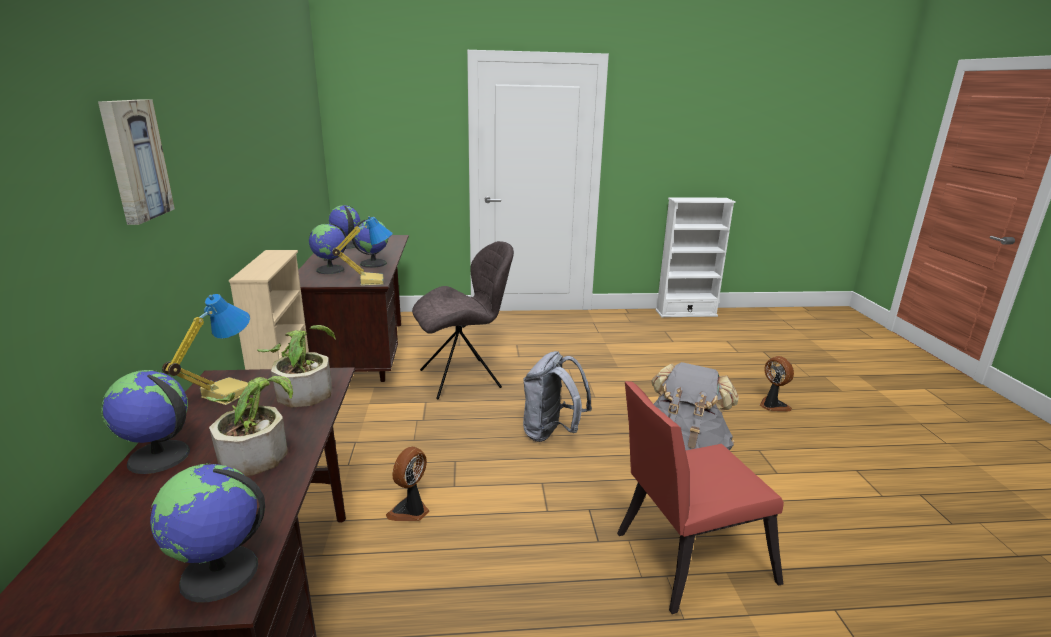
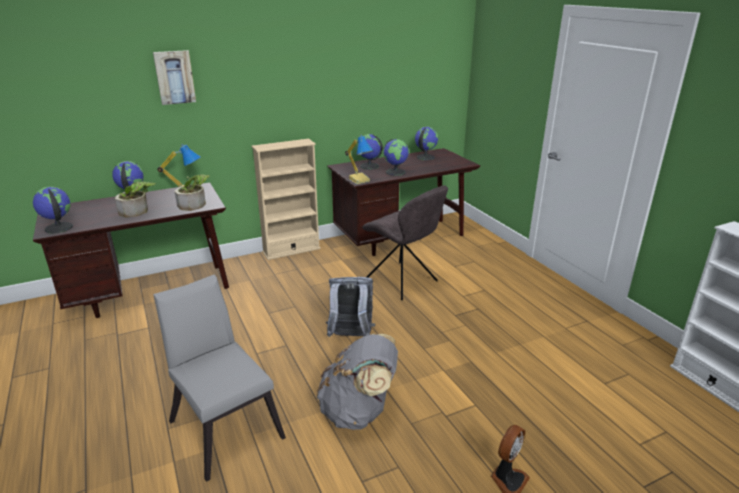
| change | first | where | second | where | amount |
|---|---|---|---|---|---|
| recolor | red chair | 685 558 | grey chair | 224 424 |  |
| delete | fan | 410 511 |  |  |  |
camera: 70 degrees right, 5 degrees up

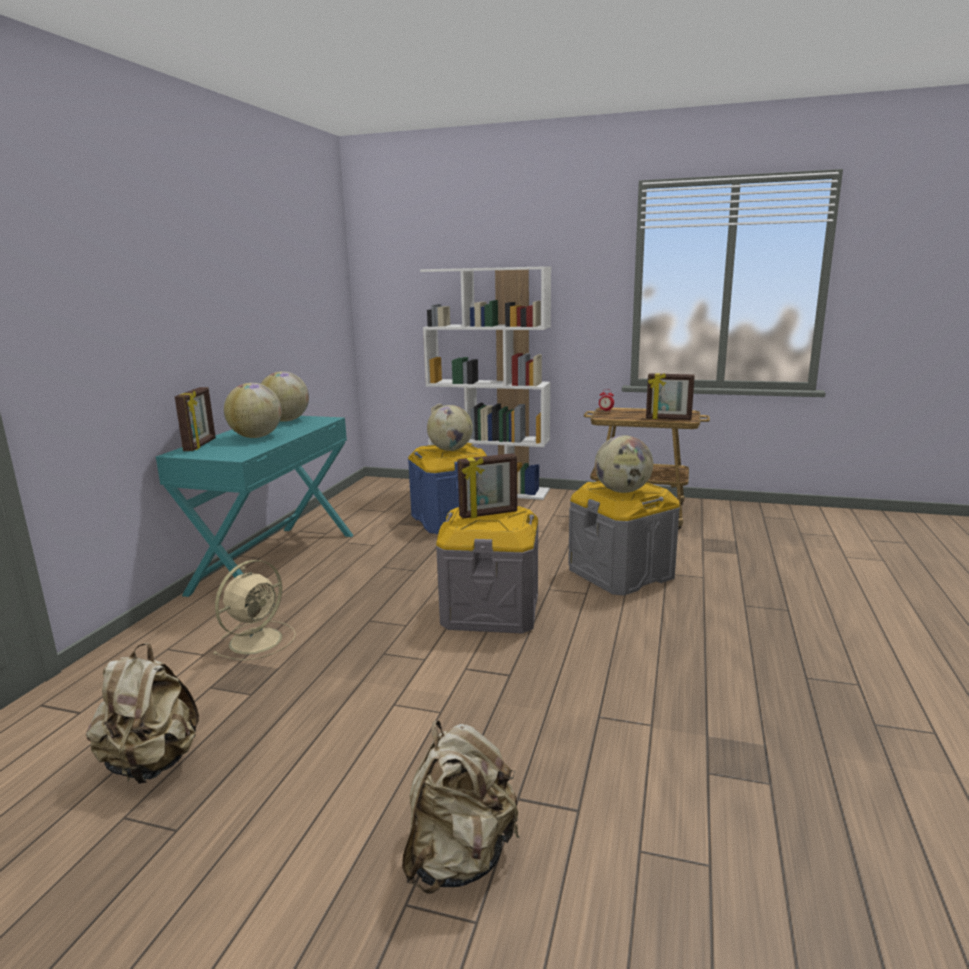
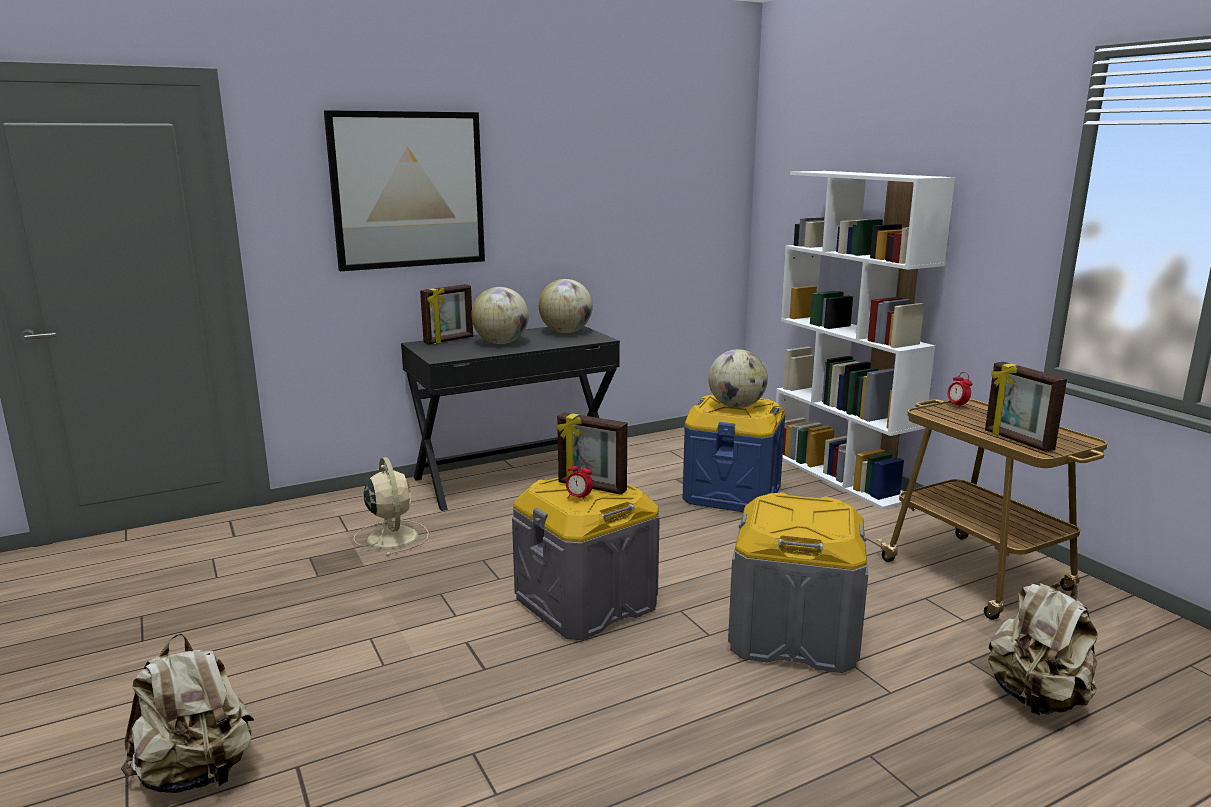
| change | first | where | second | where | amount |
|---|---|---|---|---|---|
| recolor | turquoise desk | 274 562 | black desk | 515 476 |  |
| delete | globe | 622 491 |  |  |  |
| rotate | beige fan | 257 640 |  | 392 536 | 105 degrees counterclockwise |
| move | beige backpack | 152 763 |  | 1037 699 |  |
| insert |  |  | picture | 408 190 |  |
| insert |  |  | alarm clock | 578 498 |  |
camera: 45 degrees right, 0 degrees up

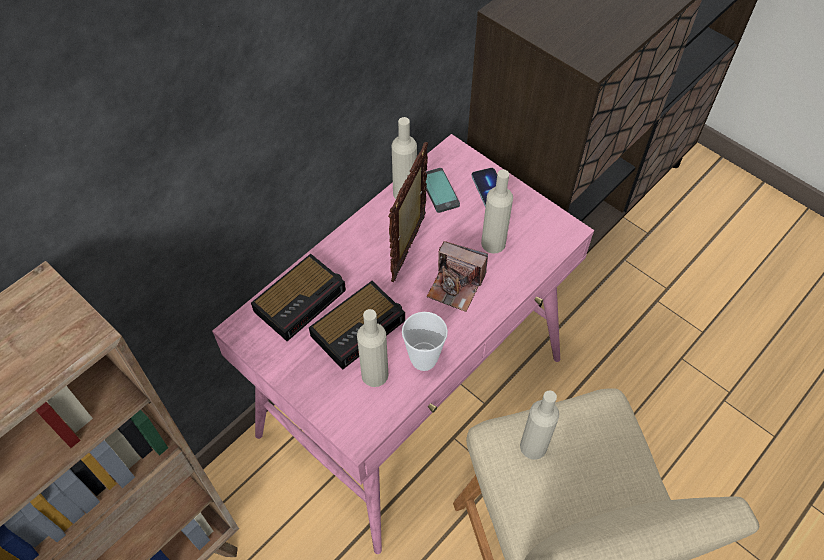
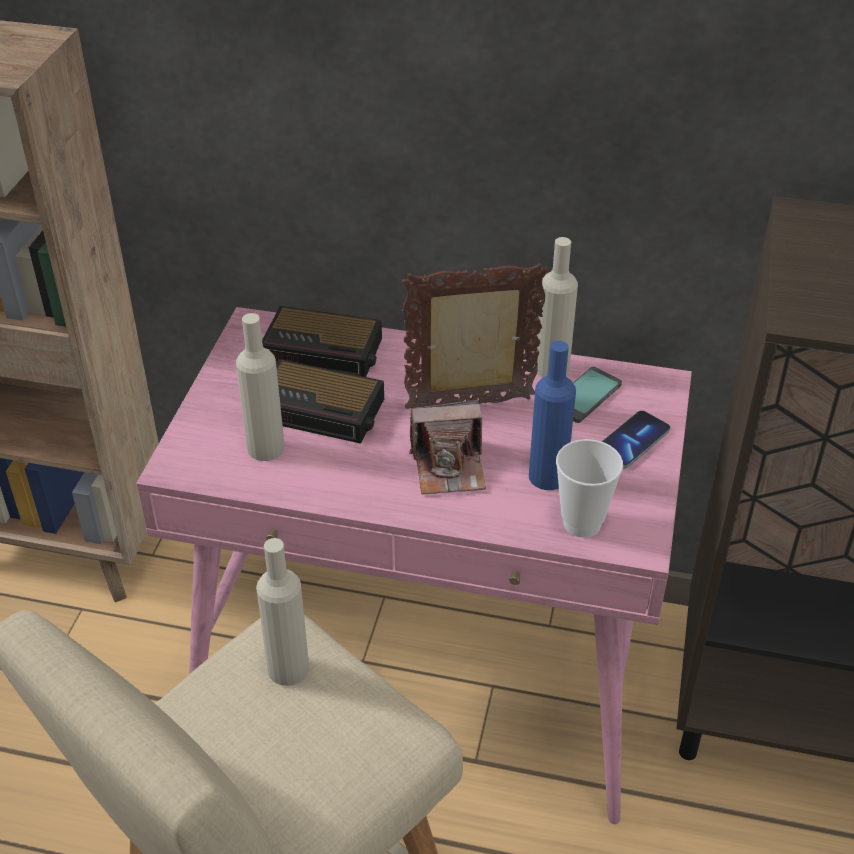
| change | first | where | second | where | amount |
|---|---|---|---|---|---|
| recolor | beige bottle | 493 243 | blue bottle | 547 476 |  |
| rotate | photo camera | 456 286 |  | 449 467 | 90 degrees counterclockwise |
| move | cup | 423 359 |  | 582 523 |  |
camera: 60 degrees right, 15 degrees down

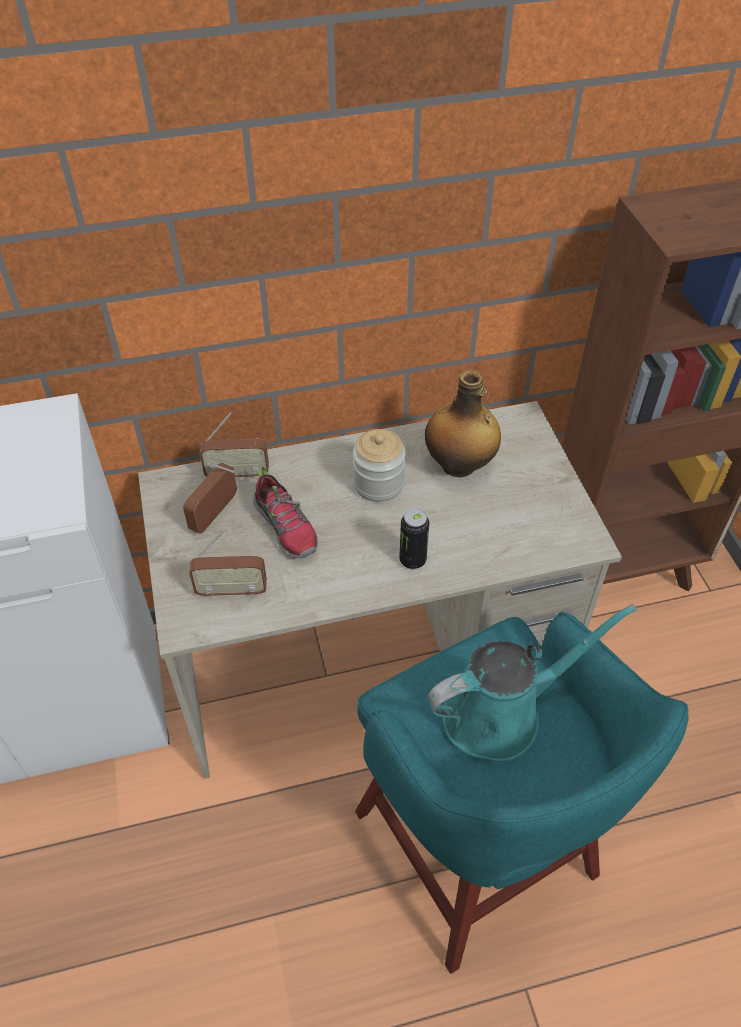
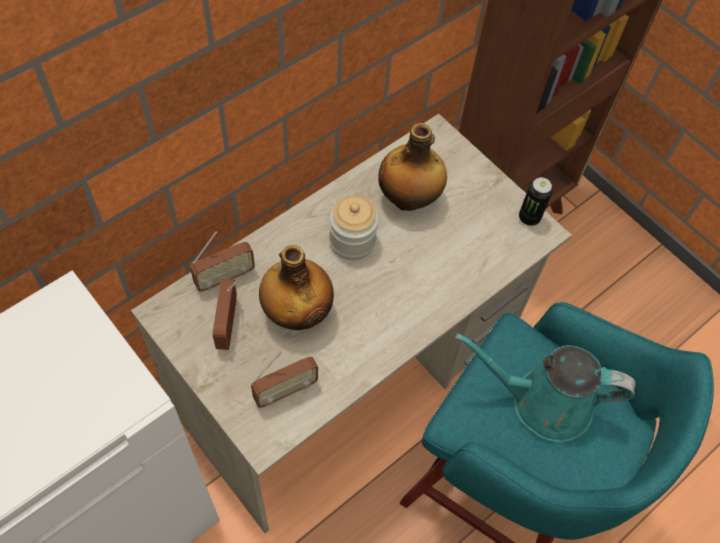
| change | first | where | second | where | amount |
|---|---|---|---|---|---|
| replace | shoe | 286 527 | bottle | 297 312 |  |
| move | can | 412 560 |  | 529 218 |  |
| rotate | turquoise watering can | 501 713 |  | 543 402 | 120 degrees counterclockwise |
camera: 30 degrees left, 10 degrees up

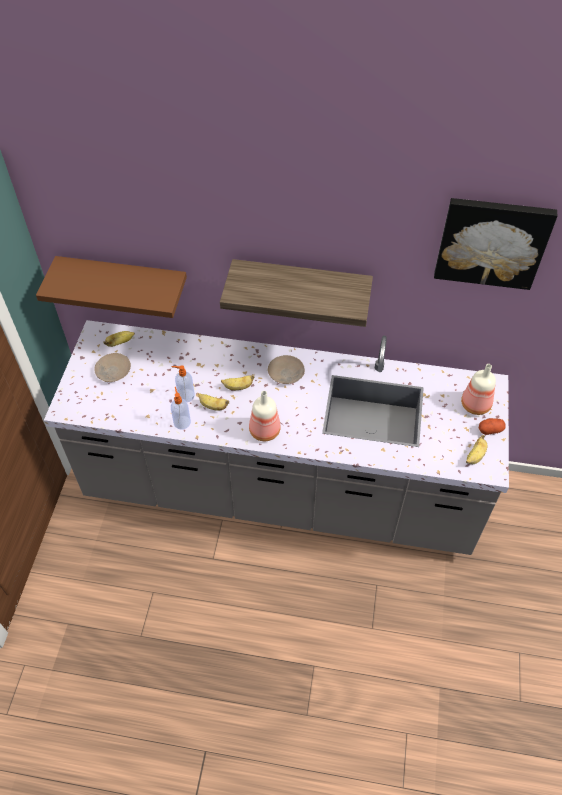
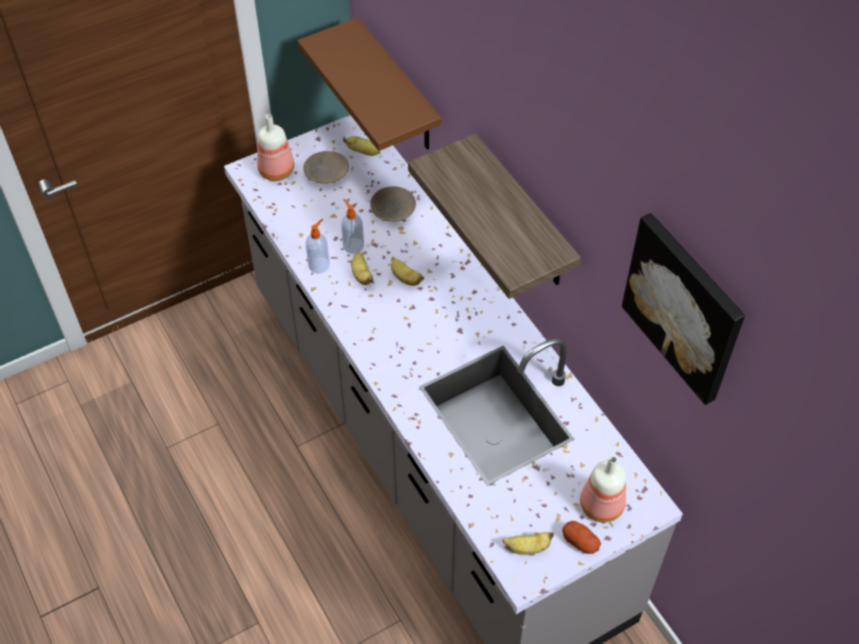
| change | first | where | second | where | amount |
|---|---|---|---|---|---|
| move | beige plate | 286 373 |  | 393 209 |  |
| move | bottle | 263 431 |  | 275 170 |  |
camera: 50 degrees right, 0 degrees up

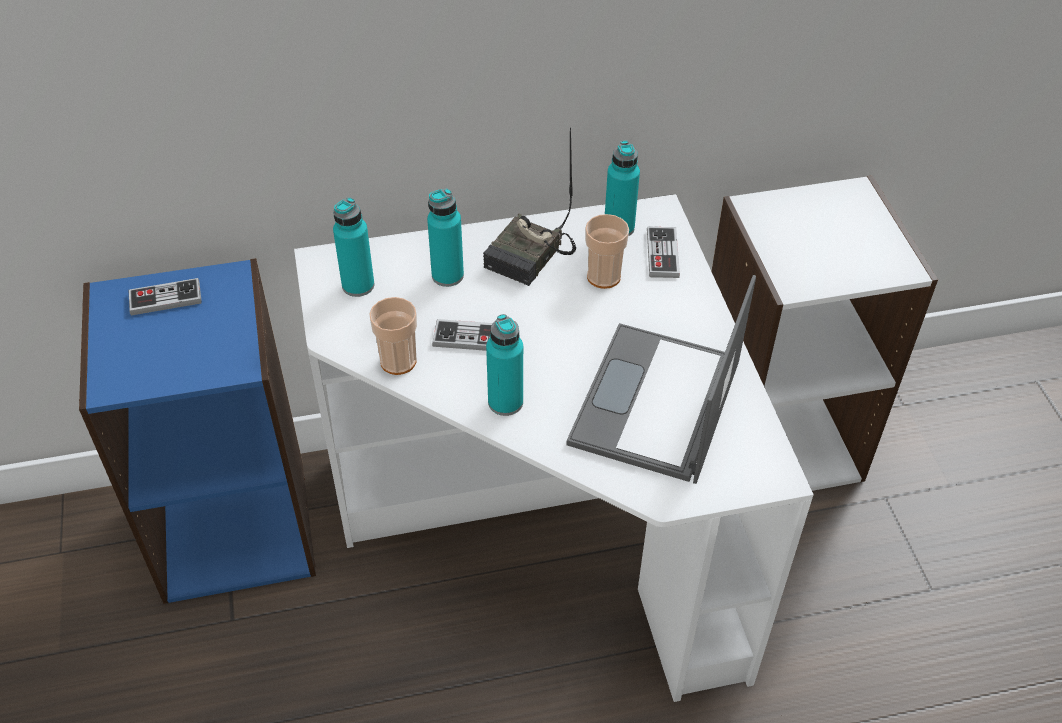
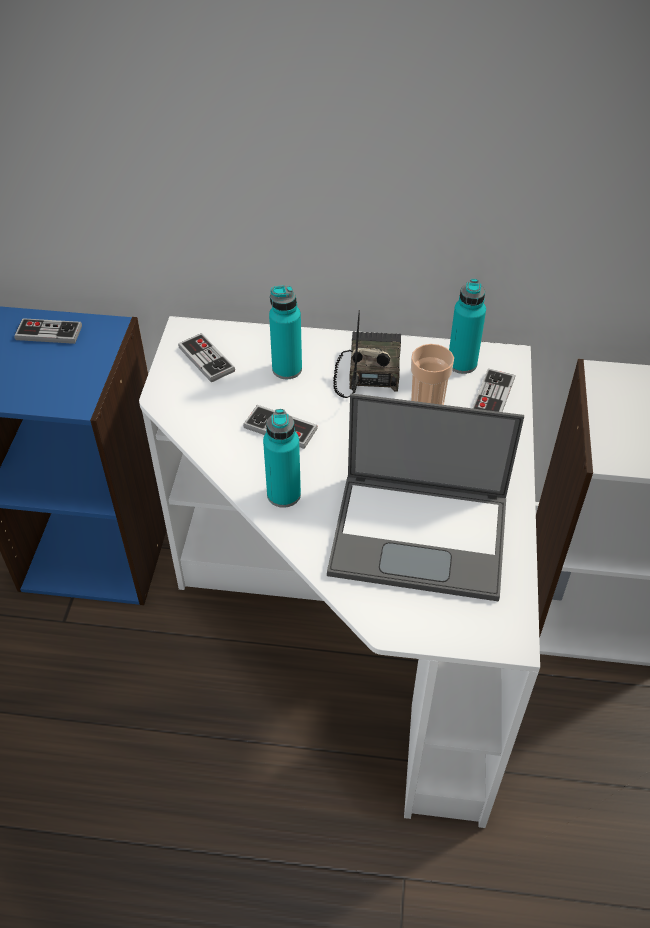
| change | first | where | second | where | amount |
|---|---|---|---|---|---|
| rotate | radio | 530 258 |  | 368 371 | 135 degrees clockwise |
| replace | turquoise bottle | 358 285 | game controller | 206 359 |  |
| rotate | laptop | 656 404 |  | 422 535 | 120 degrees counterclockwise |
| delete | cup | 398 361 |  |  |  |
camera: 20 degrees right, 0 degrees up

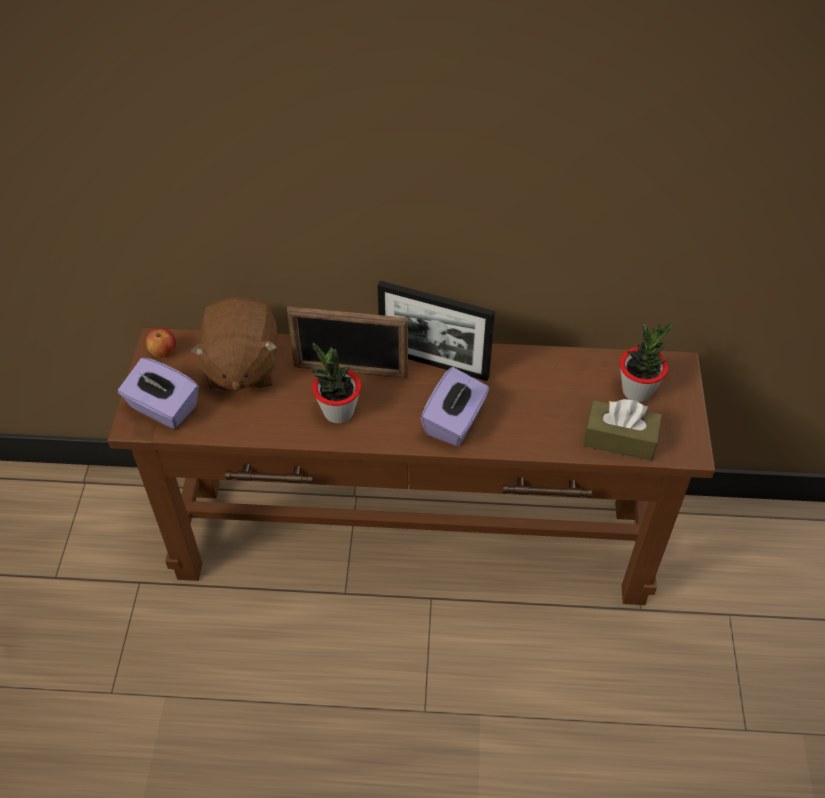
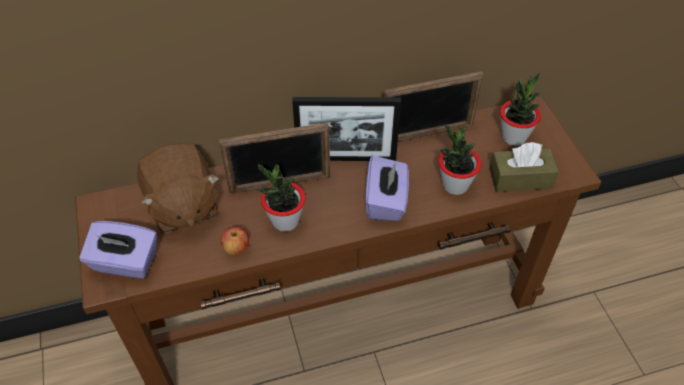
| change | first | where | second | where | amount |
|---|---|---|---|---|---|
| move | apple | 163 352 |  | 236 248 |  |
| insert |  |  | picture frame | 427 134 |  |
| insert |  |  | potted plant | 455 185 |  |
camera: 20 degrees left, 0 degrees up

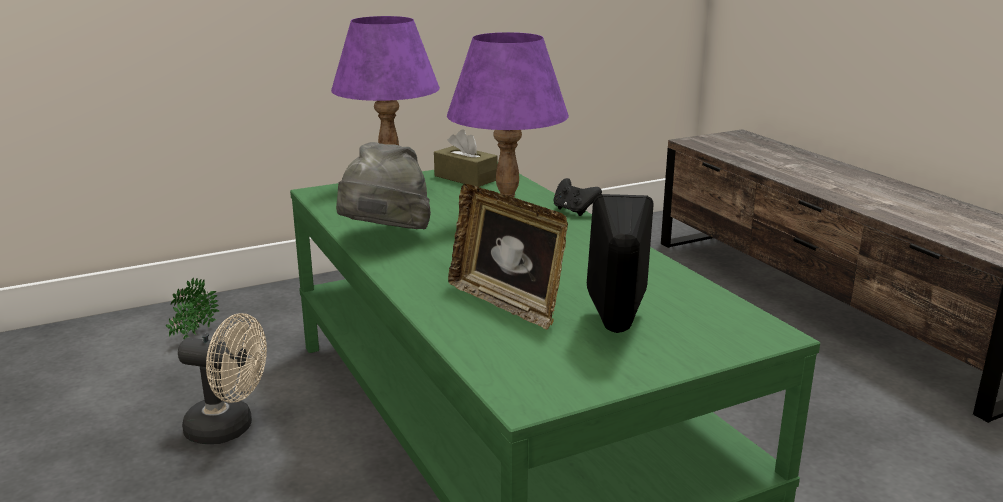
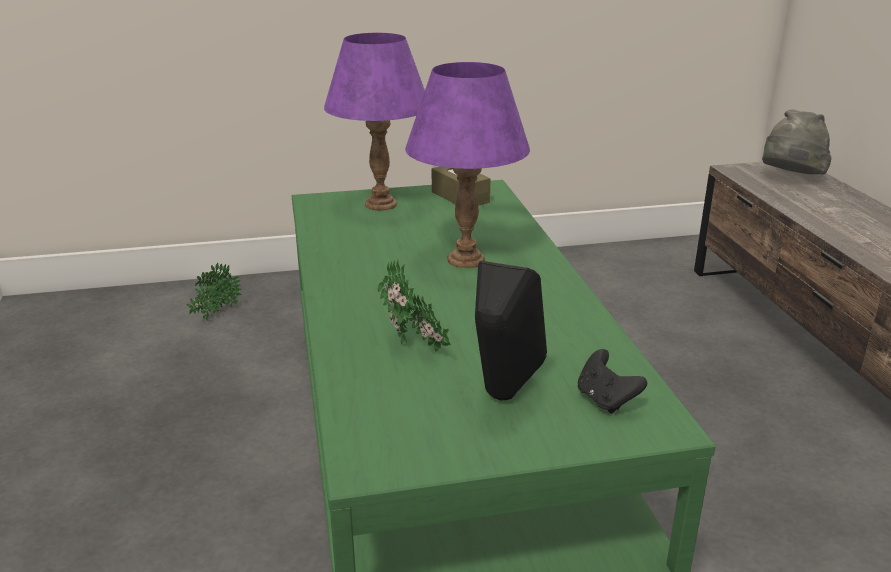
| change | first | where | second | where | amount |
|---|---|---|---|---|---|
| move | grey hat | 384 238 |  | 790 178 |  |
| move | black game controller | 574 211 |  | 606 400 |  |
| replace | picture frame | 507 303 | potted plant | 413 348 |  |
| delete | beige fan | 229 429 |  |  |  |
camera: 15 degrees right, 5 degrees up

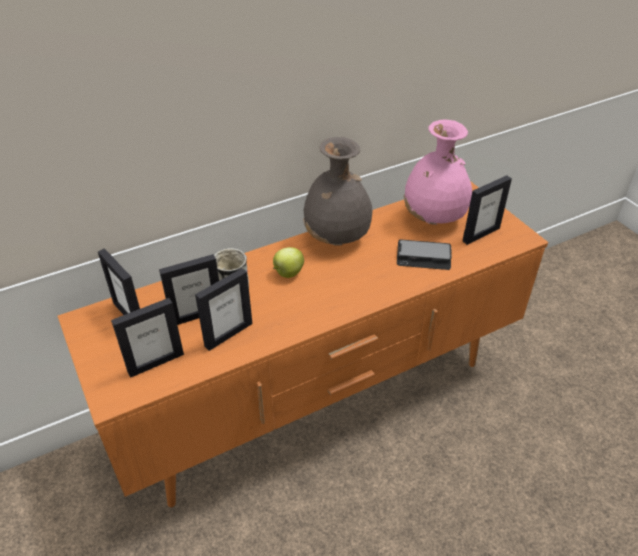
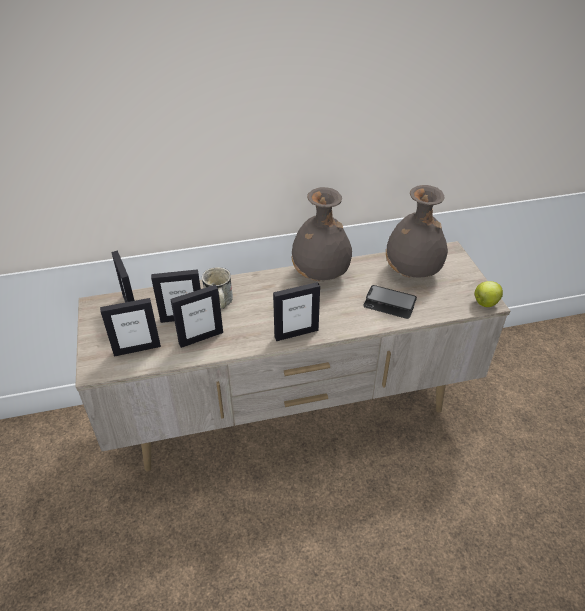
| change | first | where | second | where | amount |
|---|---|---|---|---|---|
| recolor | pink vase | 434 219 | grey vase | 412 272 |  |
| move | picture frame | 481 234 |  | 296 333 |  |
| recolor | orange tv stand | 318 402 | beige tv stand | 292 414 |  |
| move | apple | 288 273 |  | 485 303 |  |
camera: 15 degrees right, 0 degrees up

